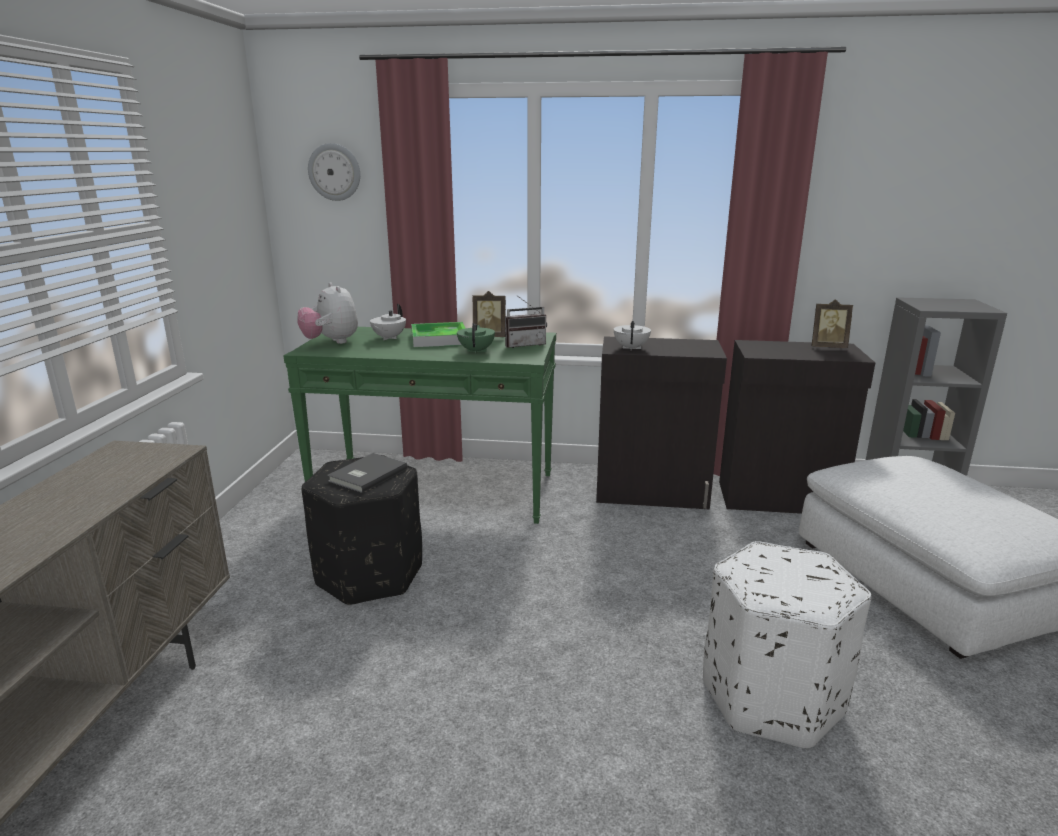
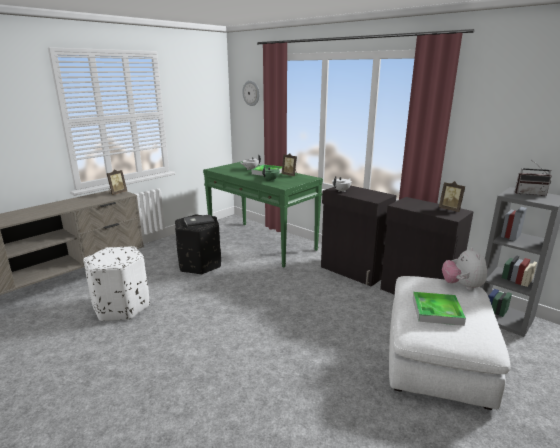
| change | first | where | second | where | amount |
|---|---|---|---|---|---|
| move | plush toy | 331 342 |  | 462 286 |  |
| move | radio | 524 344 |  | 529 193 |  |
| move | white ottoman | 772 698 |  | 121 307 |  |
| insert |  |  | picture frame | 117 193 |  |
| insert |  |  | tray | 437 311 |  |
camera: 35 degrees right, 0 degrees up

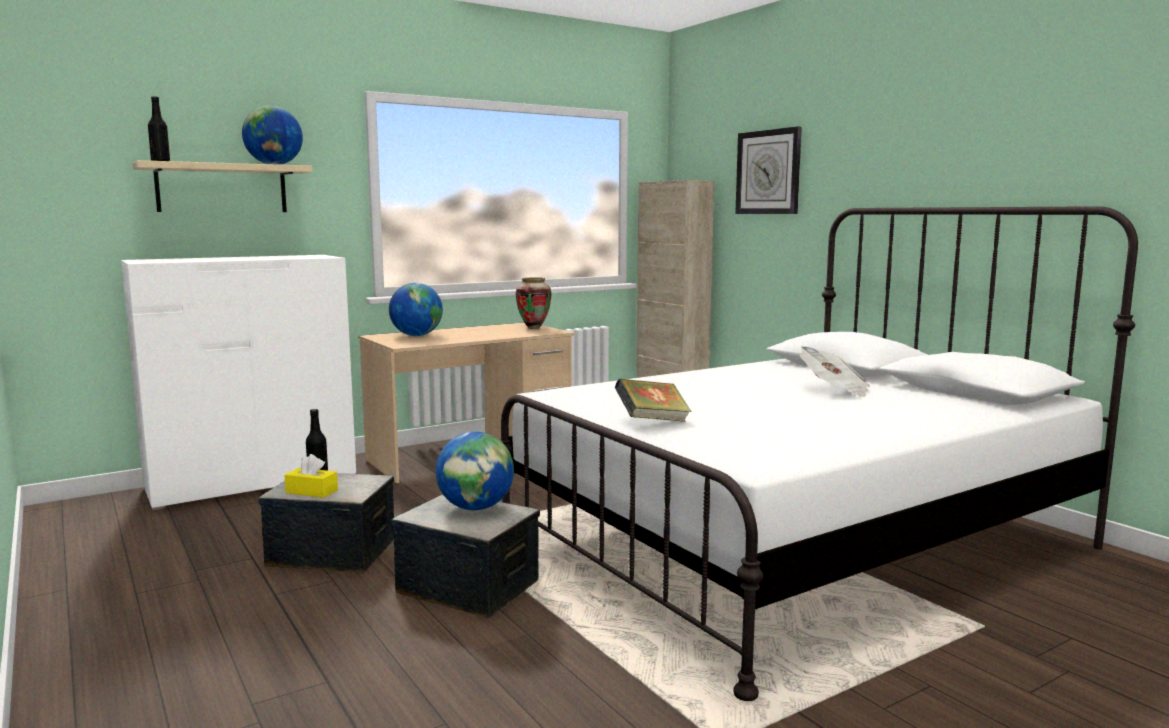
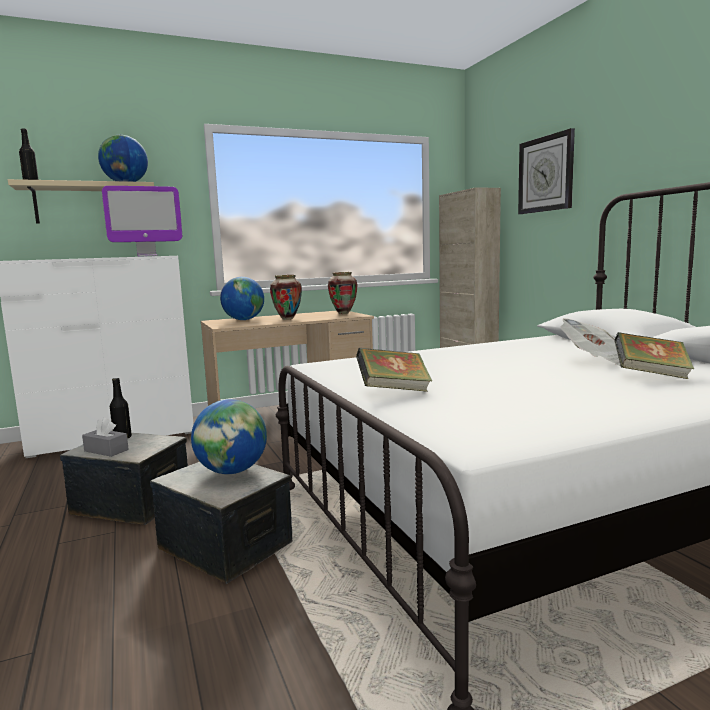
| change | first | where | second | where | amount |
|---|---|---|---|---|---|
| recolor | yellow tissue box | 311 491 | grey tissue box | 106 450 |  |
| insert |  |  | monitor | 147 256 |  |
| insert |  |  | vase | 287 319 |  |
| insert |  |  | book | 651 375 |  |
camera: 10 degrees right, 0 degrees up

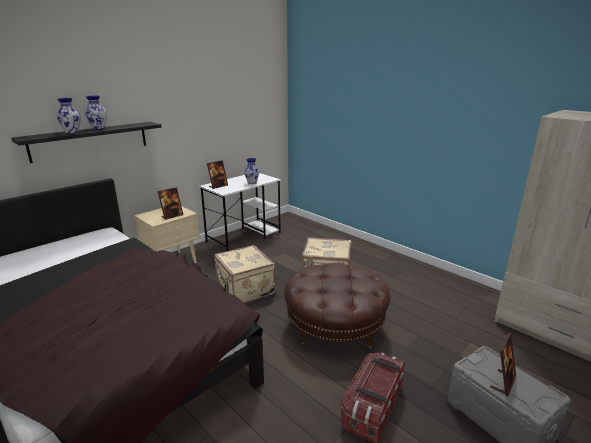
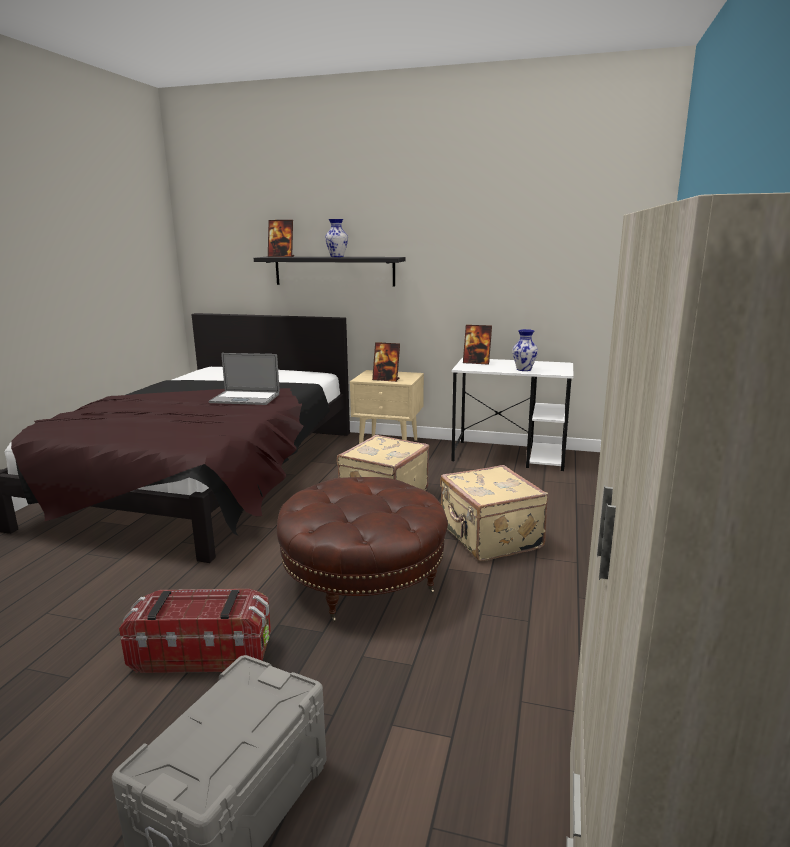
| change | first | where | second | where | amount |
|---|---|---|---|---|---|
| delete | vase | 72 132 |  |  |  |
| move | picture frame | 503 382 |  | 281 257 |  |
| insert |  |  | laptop | 245 398 |  |
camera: 60 degrees right, 5 degrees down

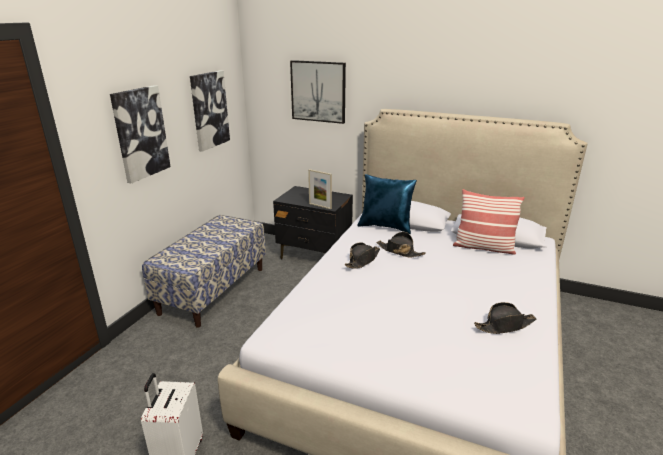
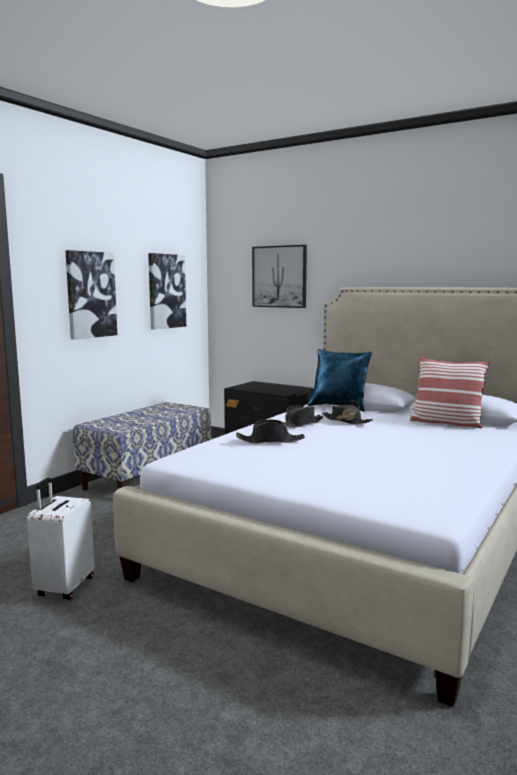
| change | first | where | second | where | amount |
|---|---|---|---|---|---|
| delete | picture frame | 320 206 |  |  |  |
| move | black hat | 505 325 |  | 270 441 |  |
camera: 10 degrees right, 15 degrees down

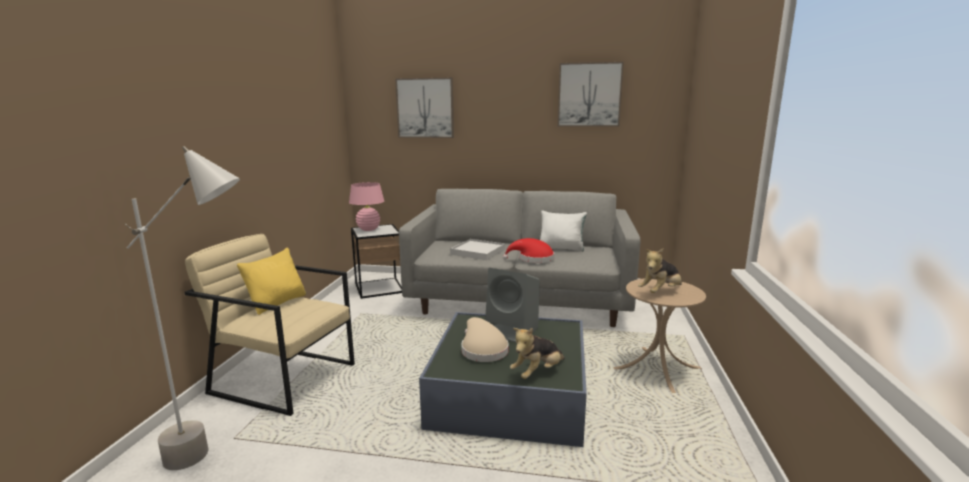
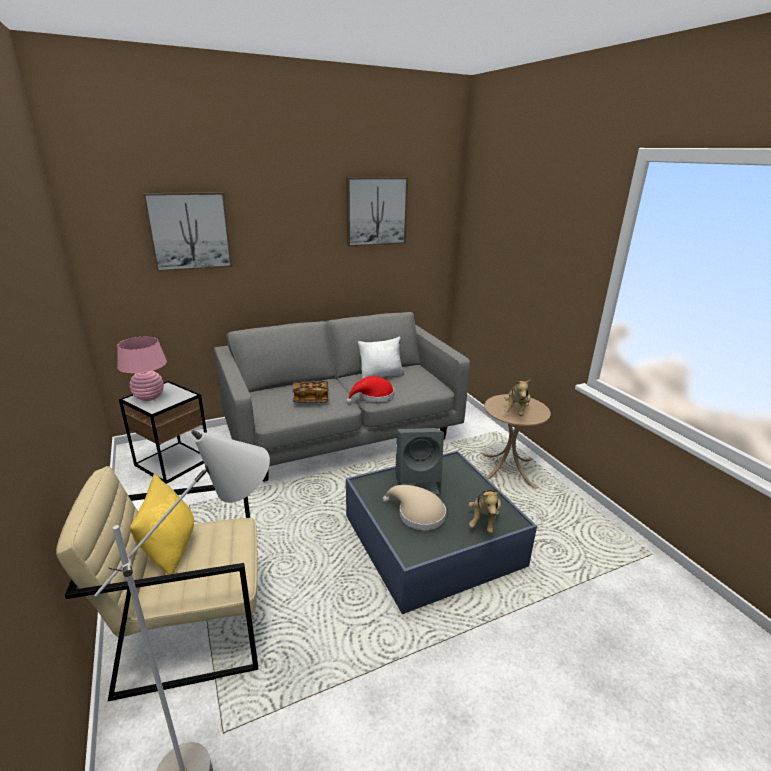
| change | first | where | second | where | amount |
|---|---|---|---|---|---|
| replace | white tray | 478 252 | book | 311 399 |  |
camera: 35 degrees left, 10 degrees up

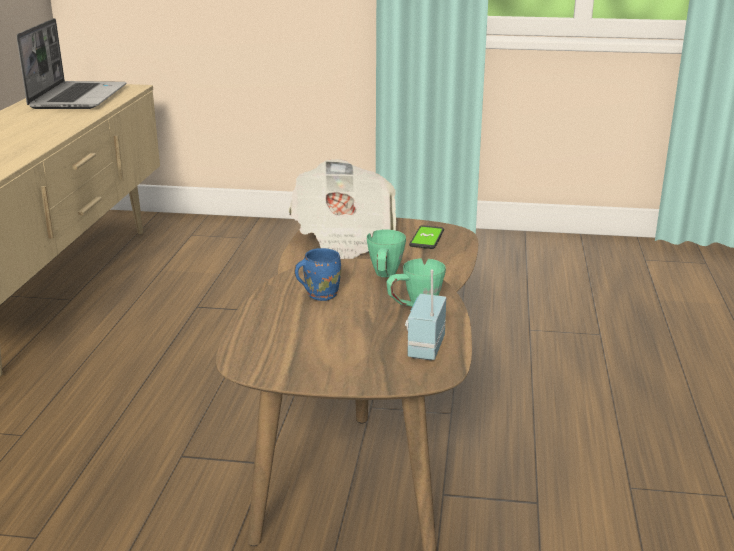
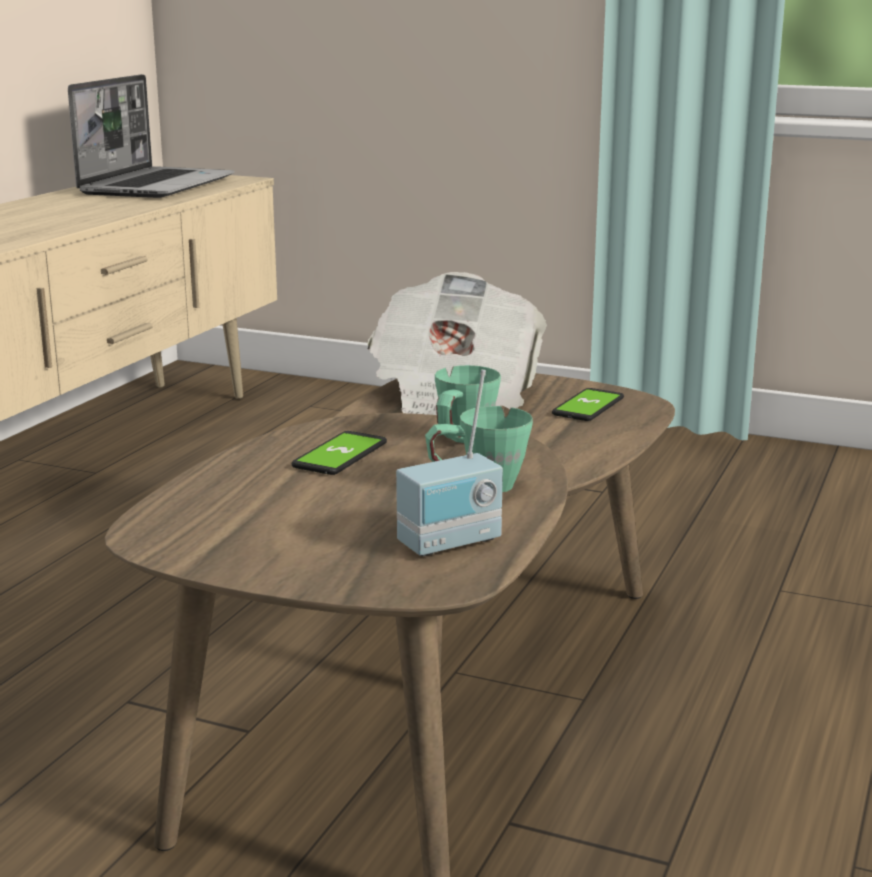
| change | first | where | second | where | amount |
|---|---|---|---|---|---|
| replace | blue mug | 320 294 | phone | 340 455 |  |
| rotate | radio | 424 347 |  | 451 543 | 150 degrees counterclockwise |
camera: 15 degrees right, 5 degrees down

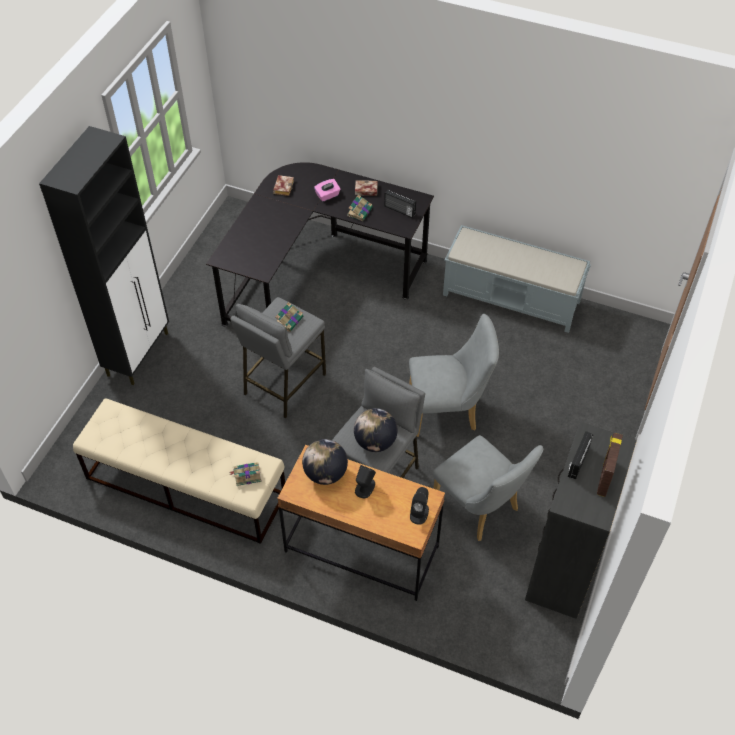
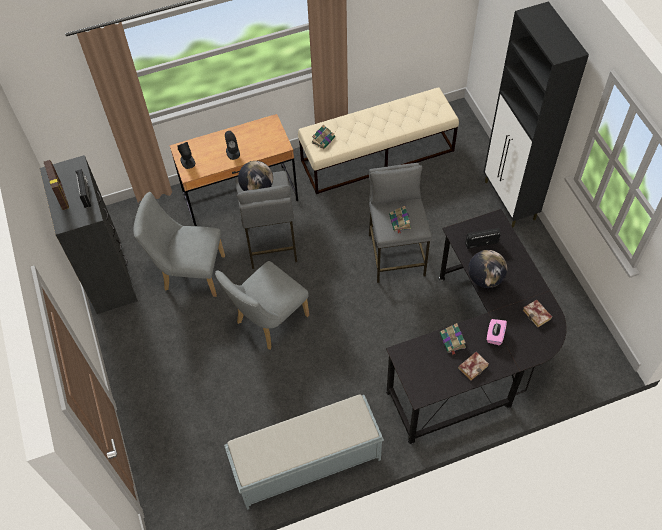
| change | first | where | second | where | amount |
|---|---|---|---|---|---|
| move | radio | 399 210 |  | 481 243 |  |
| move | globe | 325 473 |  | 485 278 |  |
camera: 140 degrees right, 5 degrees up

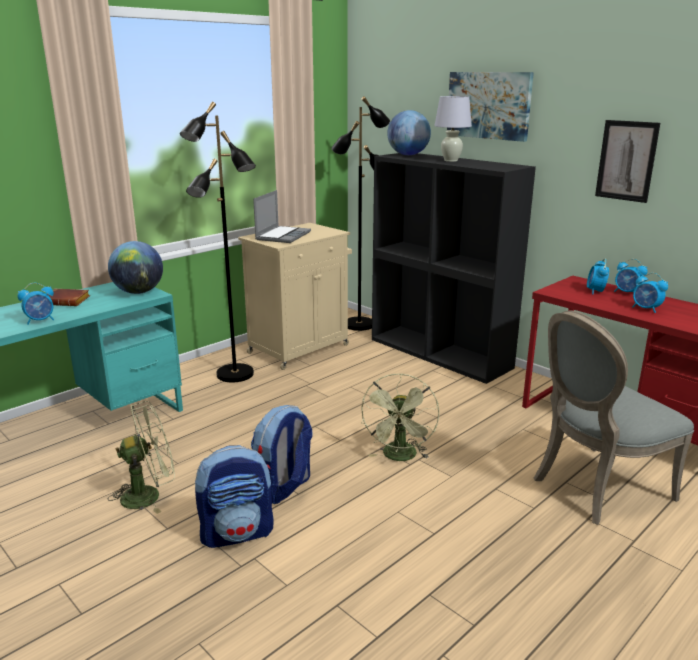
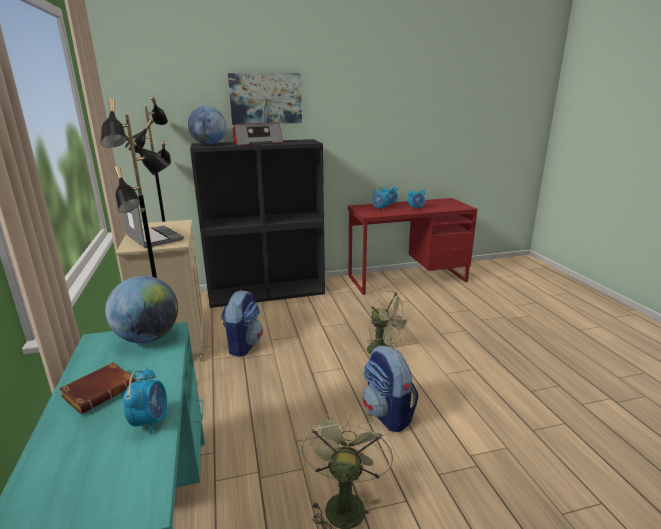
| change | first | where | second | where | amount |
|---|---|---|---|---|---|
| replace | white table lamp | 450 160 | radio | 257 143 |  |
| delete | picture | 626 161 |  |  |  |
| delete | grey chair | 595 487 |  |  |  |
| move | backpack | 237 533 |  | 243 345 |  |
camera: 60 degrees left, 0 degrees up

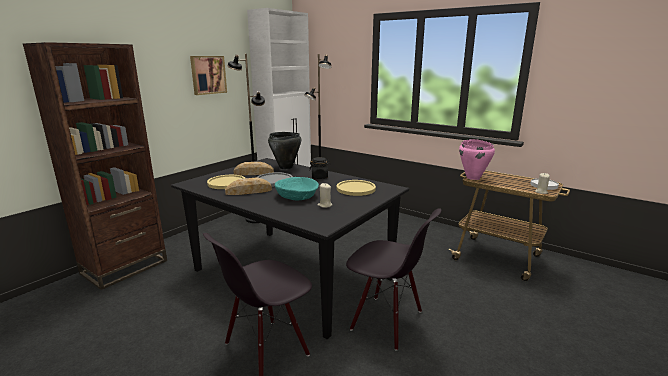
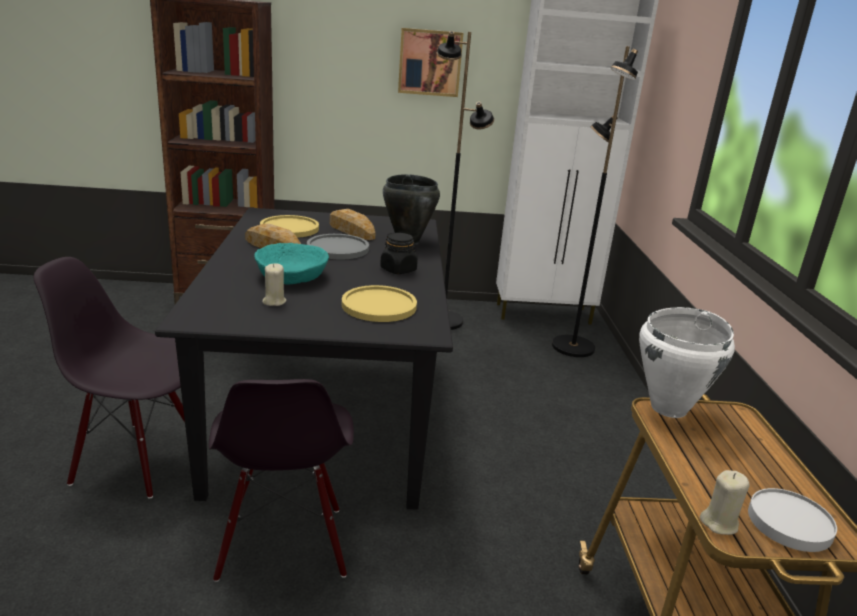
| change | first | where | second | where | amount |
|---|---|---|---|---|---|
| recolor | pink cooking pot | 473 177 | white cooking pot | 669 408 |  |
camera: 50 degrees right, 5 degrees up

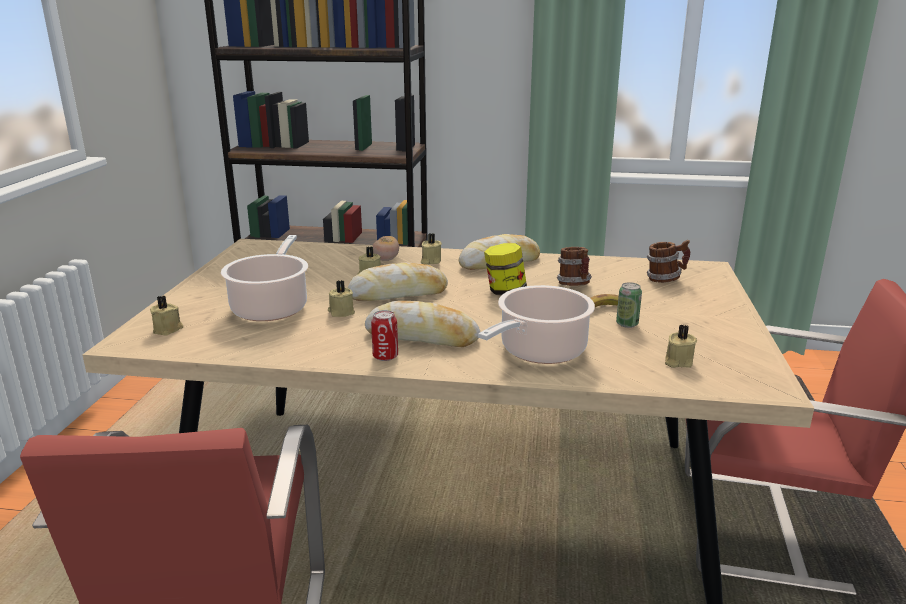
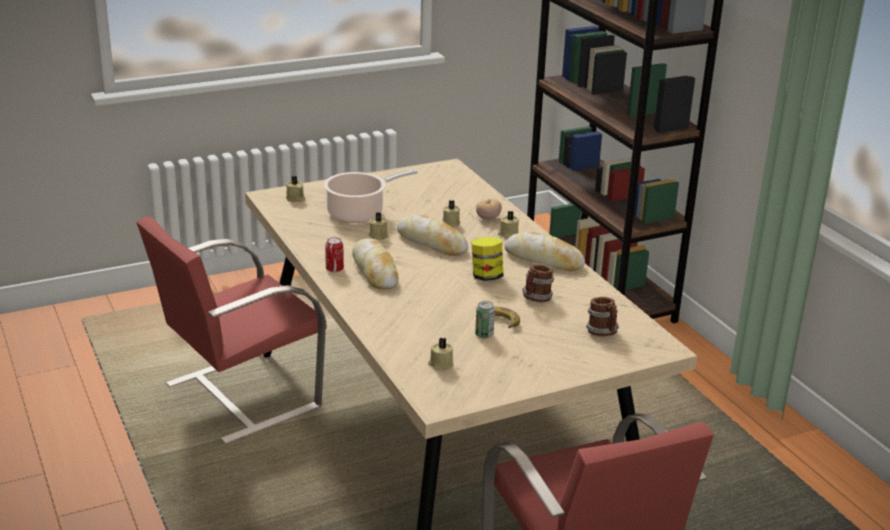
| change | first | where | second | where | amount |
|---|---|---|---|---|---|
| delete | cooking pot | 539 351 |  |  |  |
camera: 55 degrees right, 5 degrees up

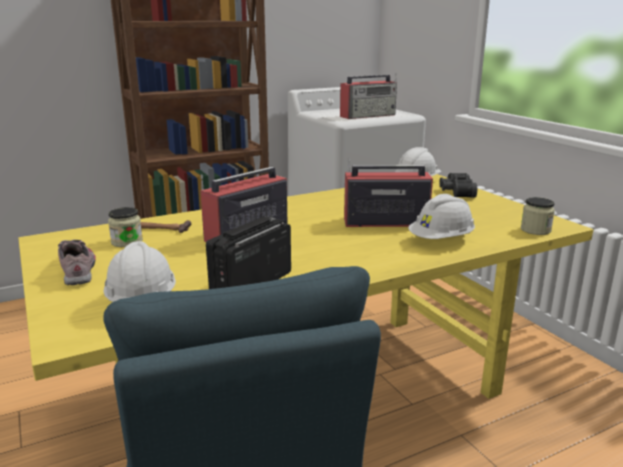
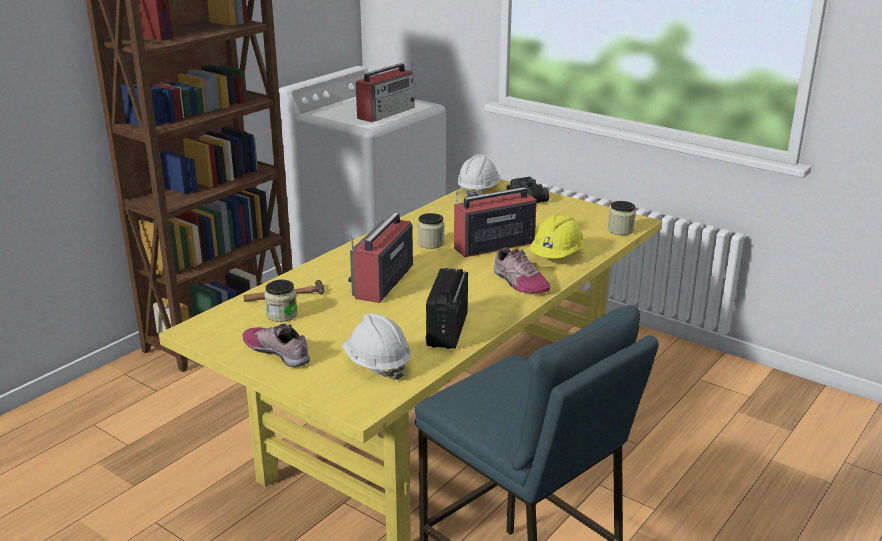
| change | first | where | second | where | amount |
|---|---|---|---|---|---|
| recolor | white hard hat | 441 240 | yellow hard hat | 556 256 |  |
| insert |  |  | jar | 431 243 |  |
| insert |  |  | shoe | 519 282 |  |
camera: 25 degrees left, 5 degrees up

